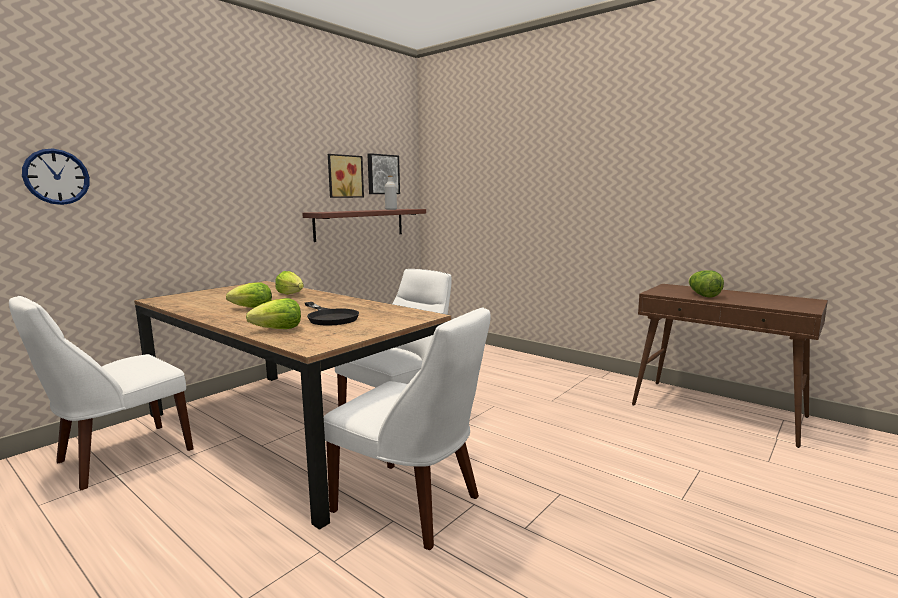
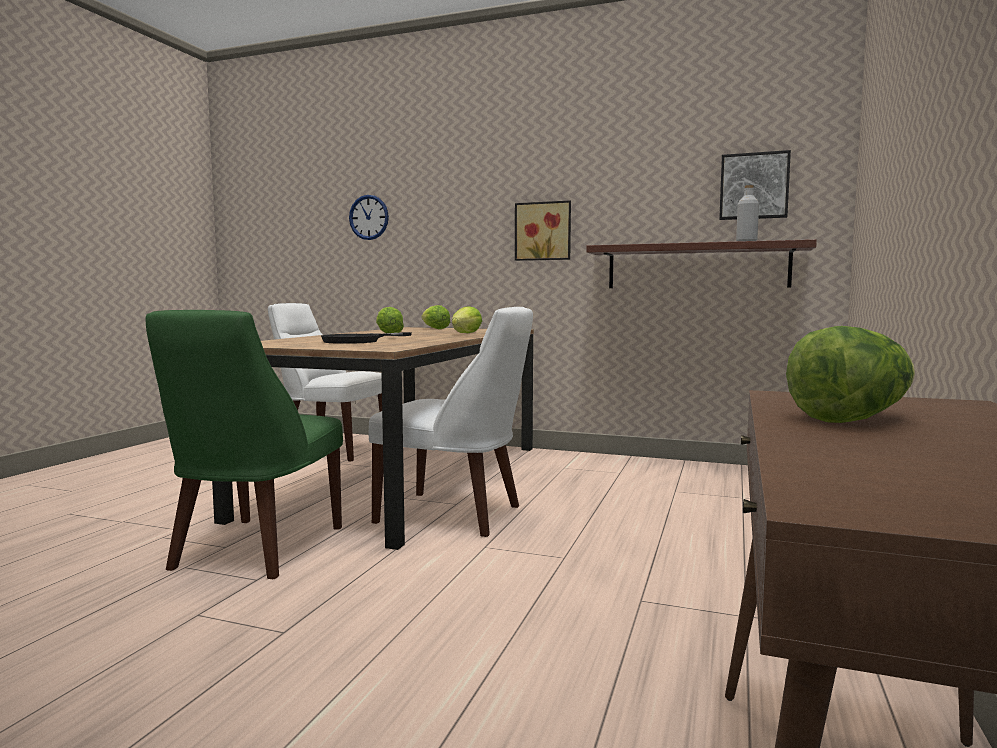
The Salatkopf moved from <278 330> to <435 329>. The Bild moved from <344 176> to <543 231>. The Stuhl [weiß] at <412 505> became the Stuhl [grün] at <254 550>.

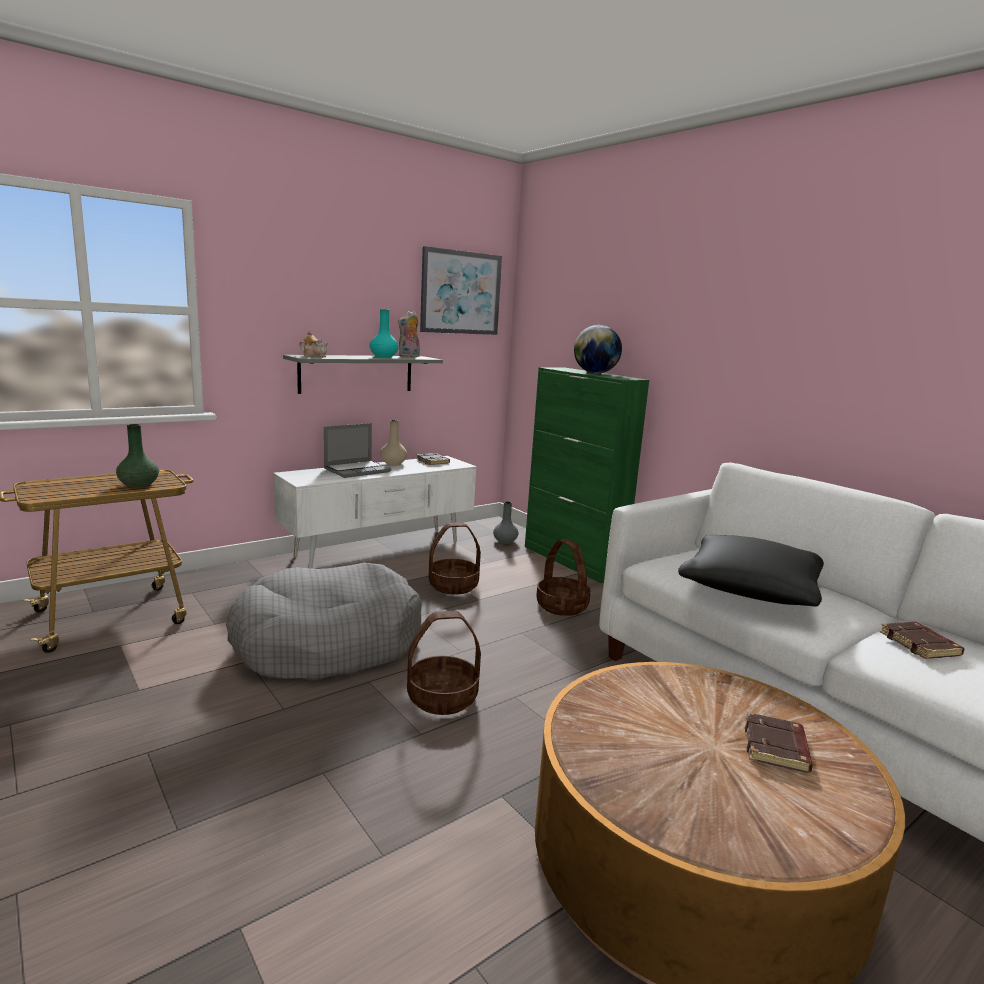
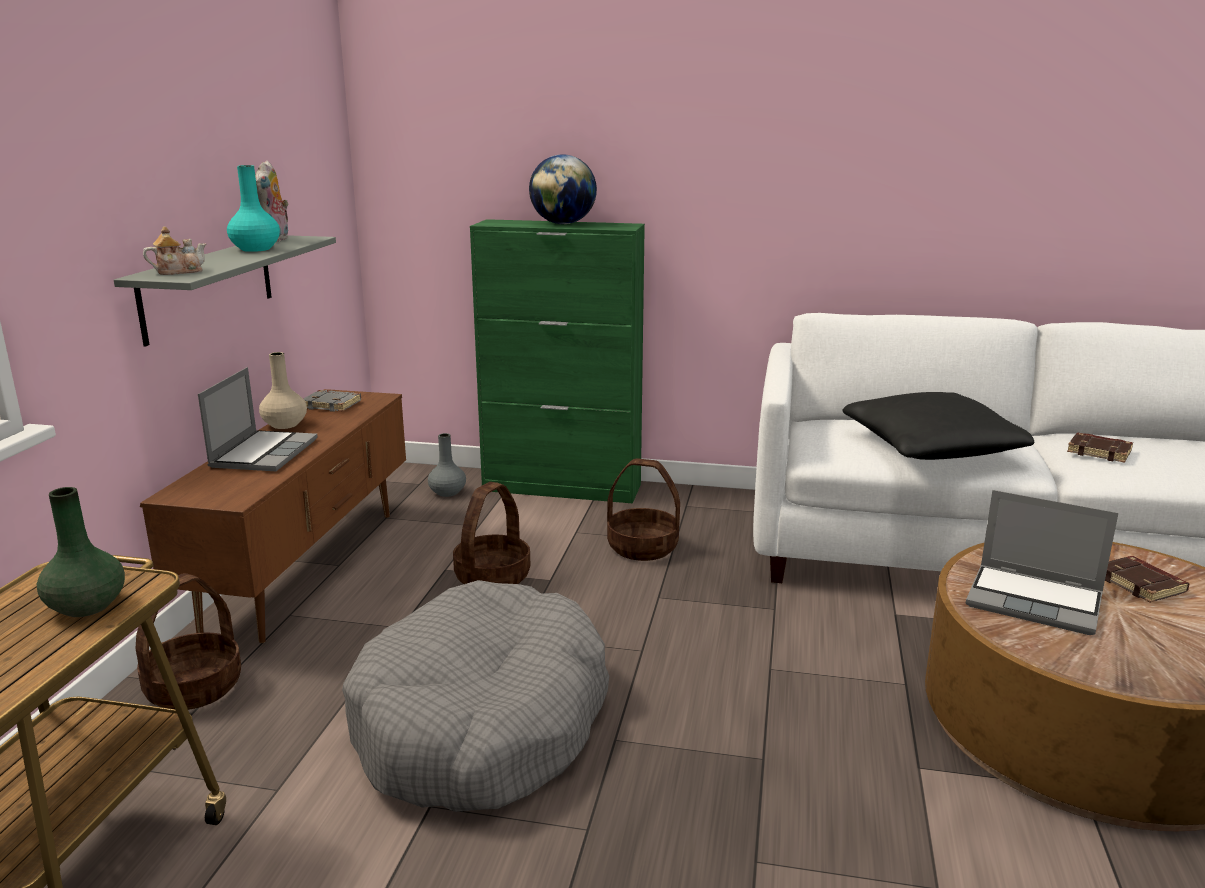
The Bild at <461 293> disappeared. The Laptop at <1036 601> appeared. The Korb moved from <442 697> to <194 687>. The Fernsehschrank [weiß] at <379 549> became the Fernsehschrank [braun] at <306 569>.

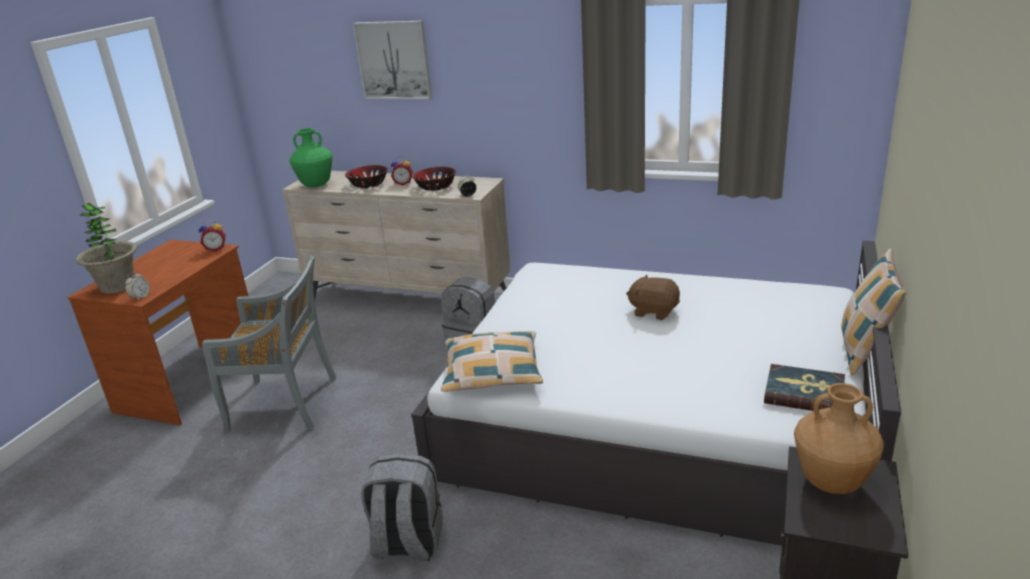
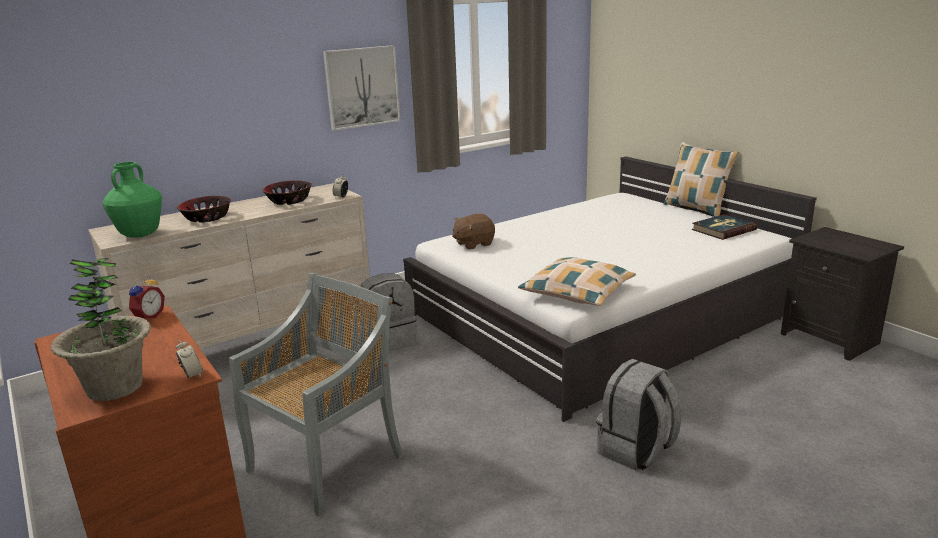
The Wecker at <403 183> disappeared. The Vase [braun] at <832 483> disappeared. The Bild moved from <394 60> to <362 87>. The Plüschtier [braun] moved from <654 311> to <473 244>.

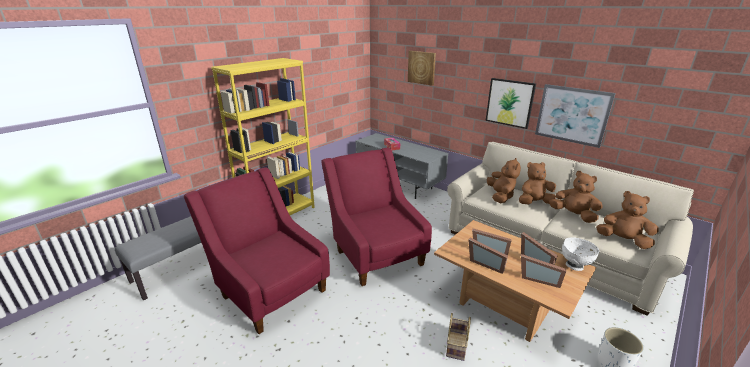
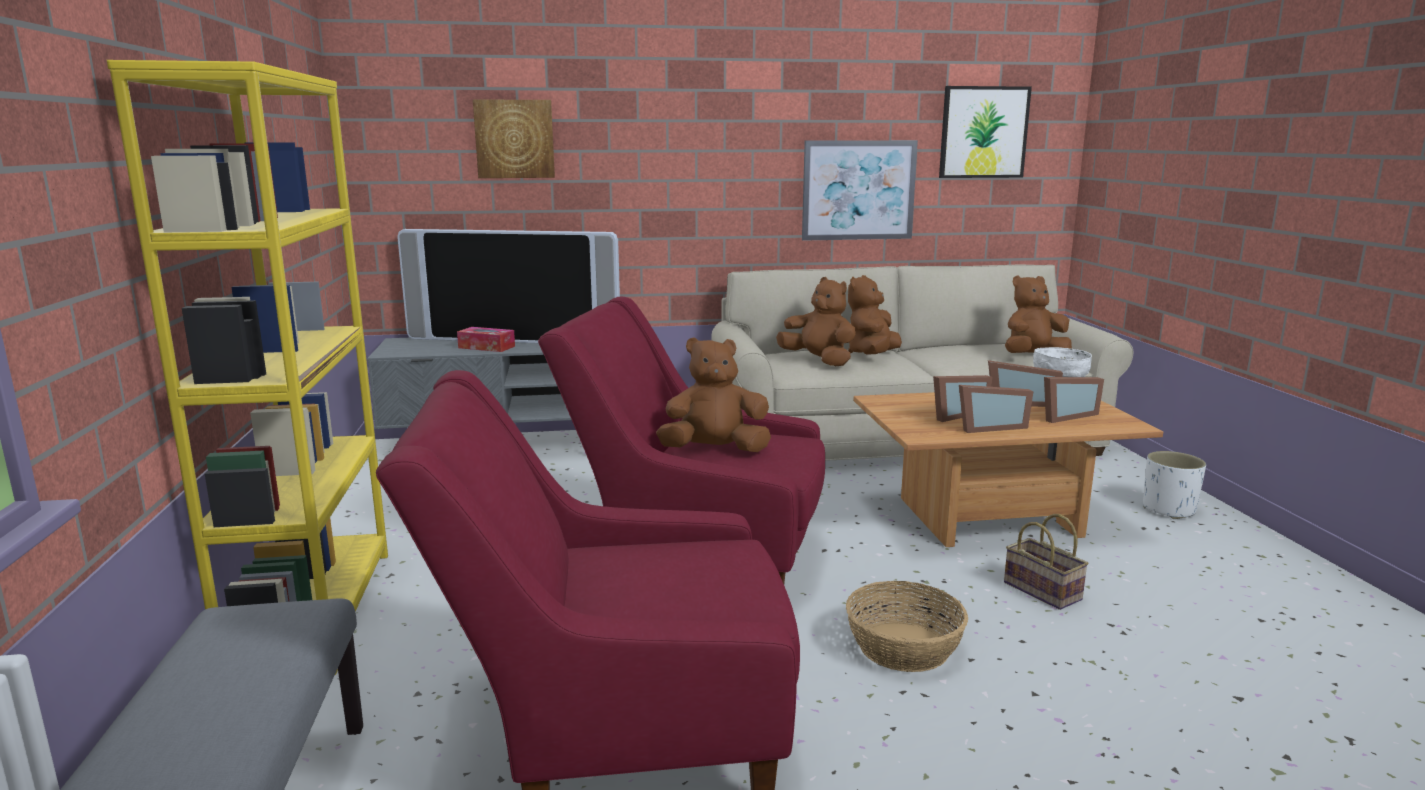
The Fernseher at <515 340> appeared. The Korb at <903 646> appeared. The Bild moved from <510 102> to <983 132>. The Plüschtier [braun] moved from <573 215> to <714 451>.

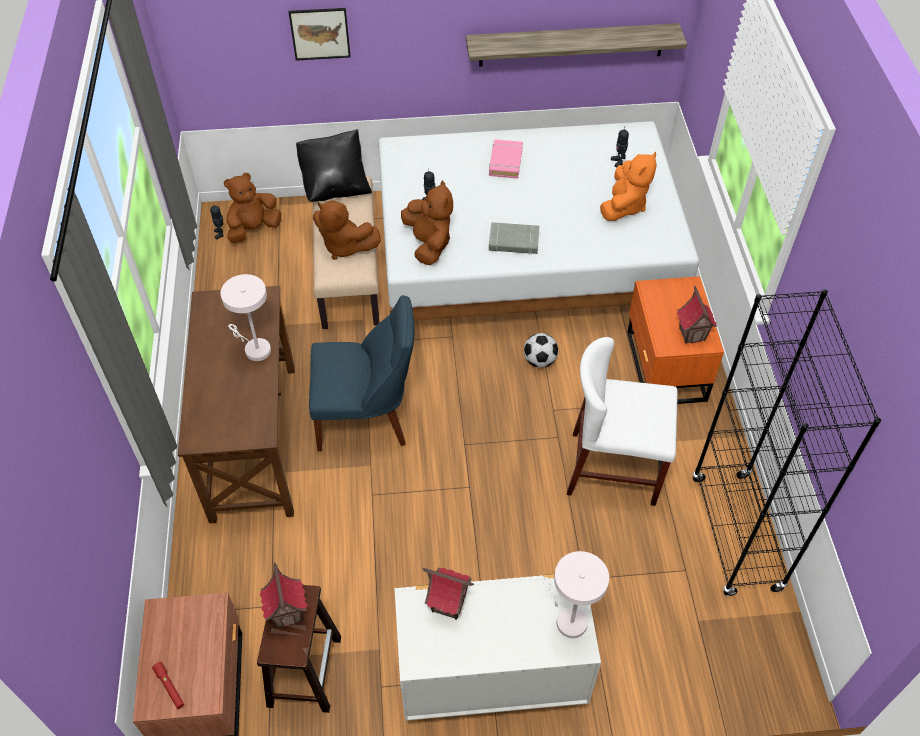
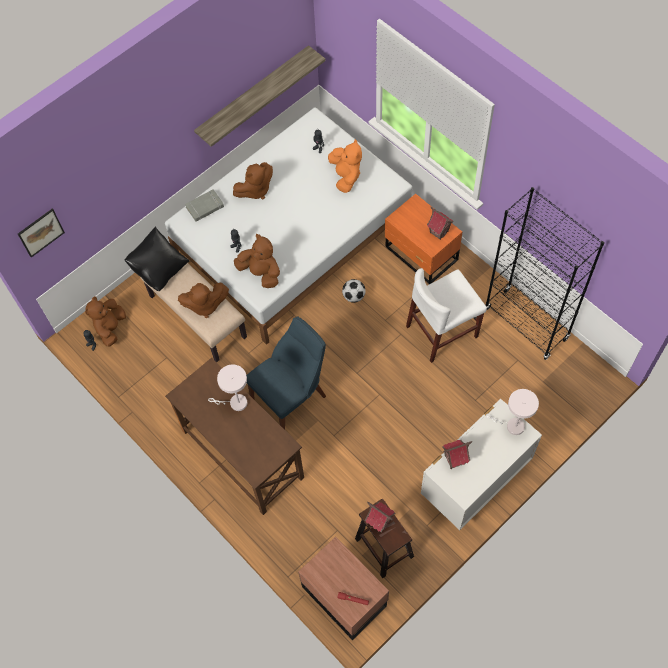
The Bild moved from <320 33> to <41 232>. The Buch [grau] moved from <513 241> to <205 207>. The Buch [rosa] at <505 162> was replaced by the Plüschtier [braun] at <255 190>.

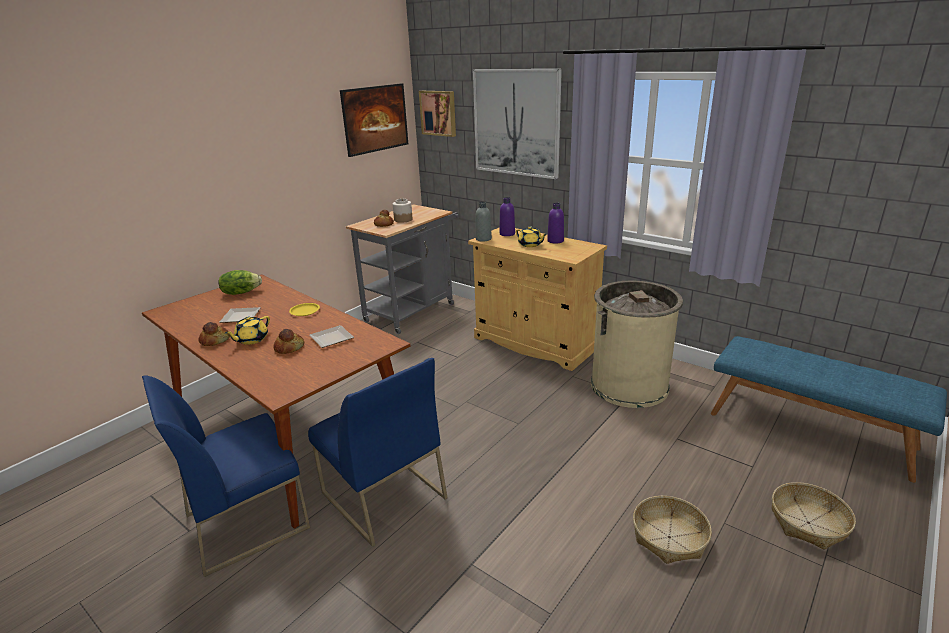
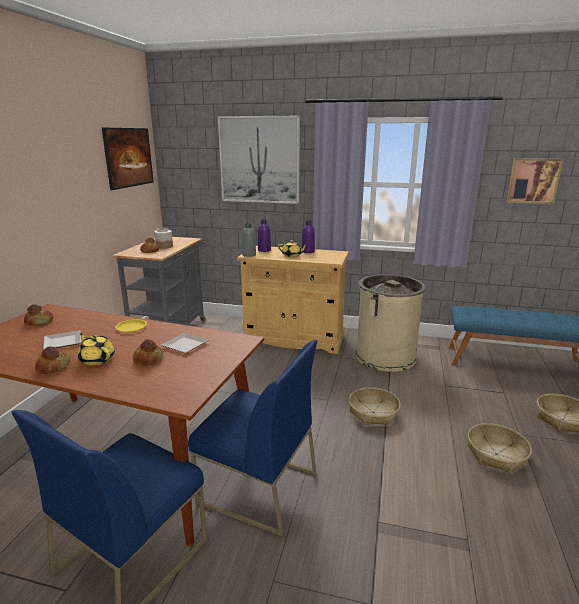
The Korb at <373 412> appeared. The Bild moved from <439 113> to <533 181>. The Salatkopf at <241 292> was replaced by the Brot at <39 321>. The Teekanne [gelb] at <251 340> turned 120 degrees clockwise.

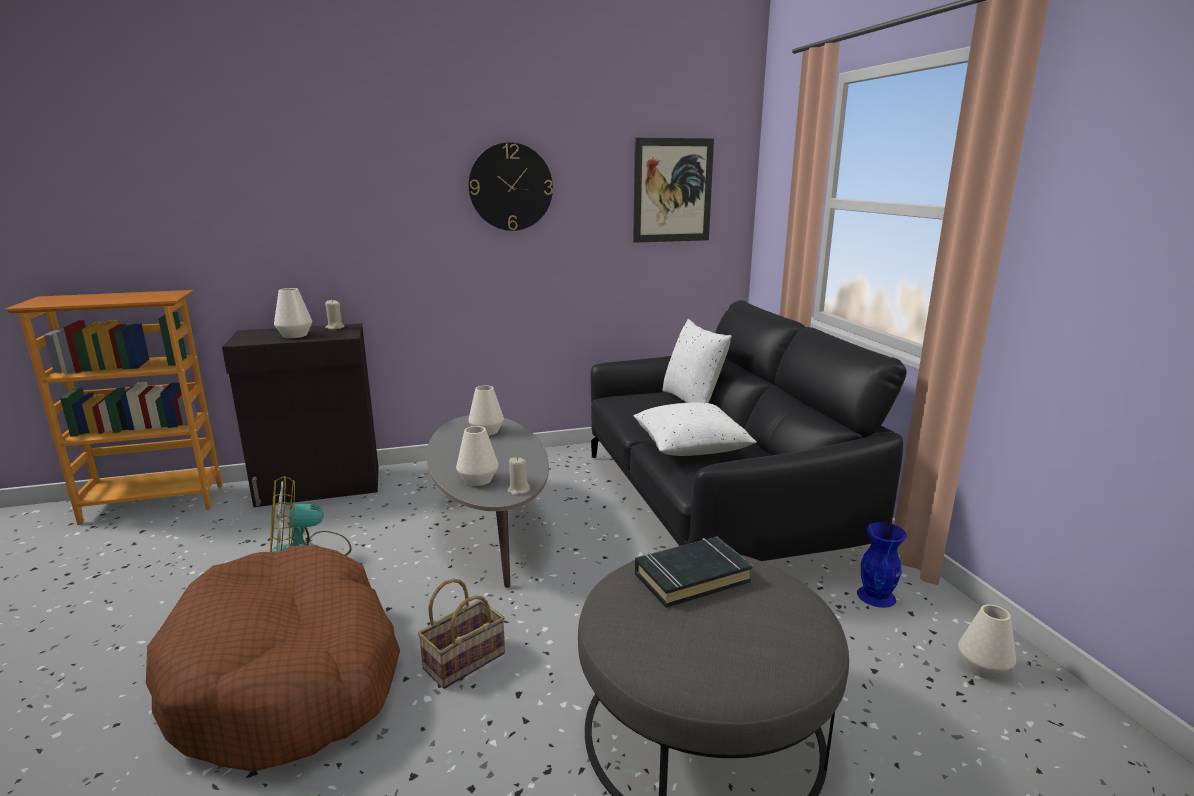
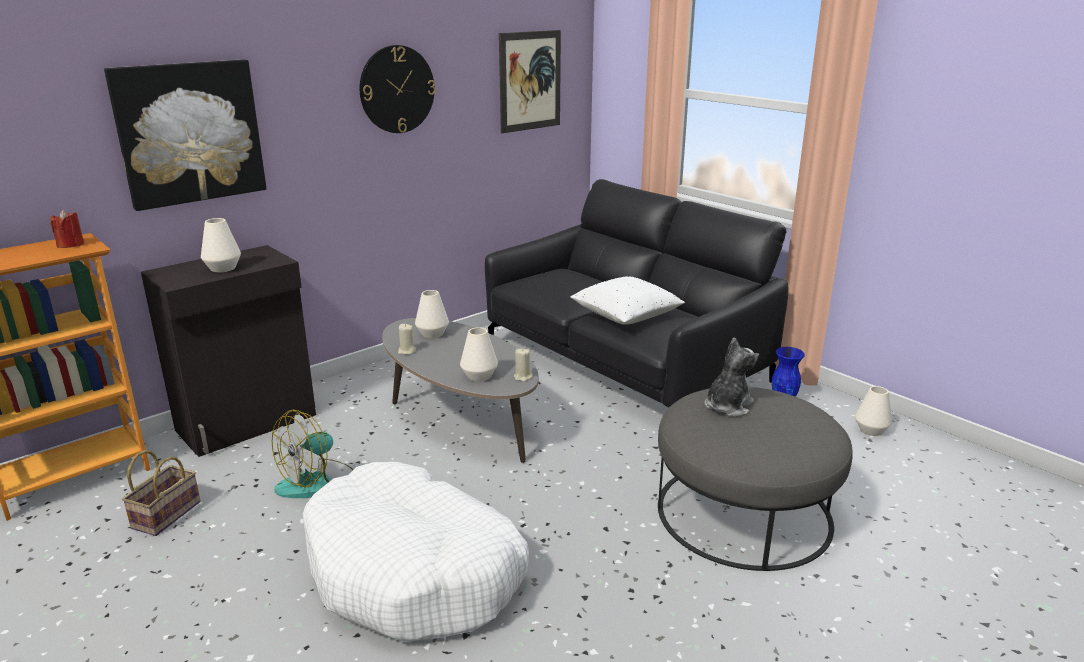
The Kissen [weiß] at <693 400> disappeared. The Kerze [rot] at <71 245> appeared. The Bild at <189 133> appeared. The Kerze [beige] moved from <335 327> to <407 351>. The Korb moved from <465 659> to <166 514>. The Buch [schwarz] at <691 577> was replaced by the Plüschtier at <727 406>. The Hundebett [braun] at <287 676> became the Hundebett [weiß] at <414 572>.

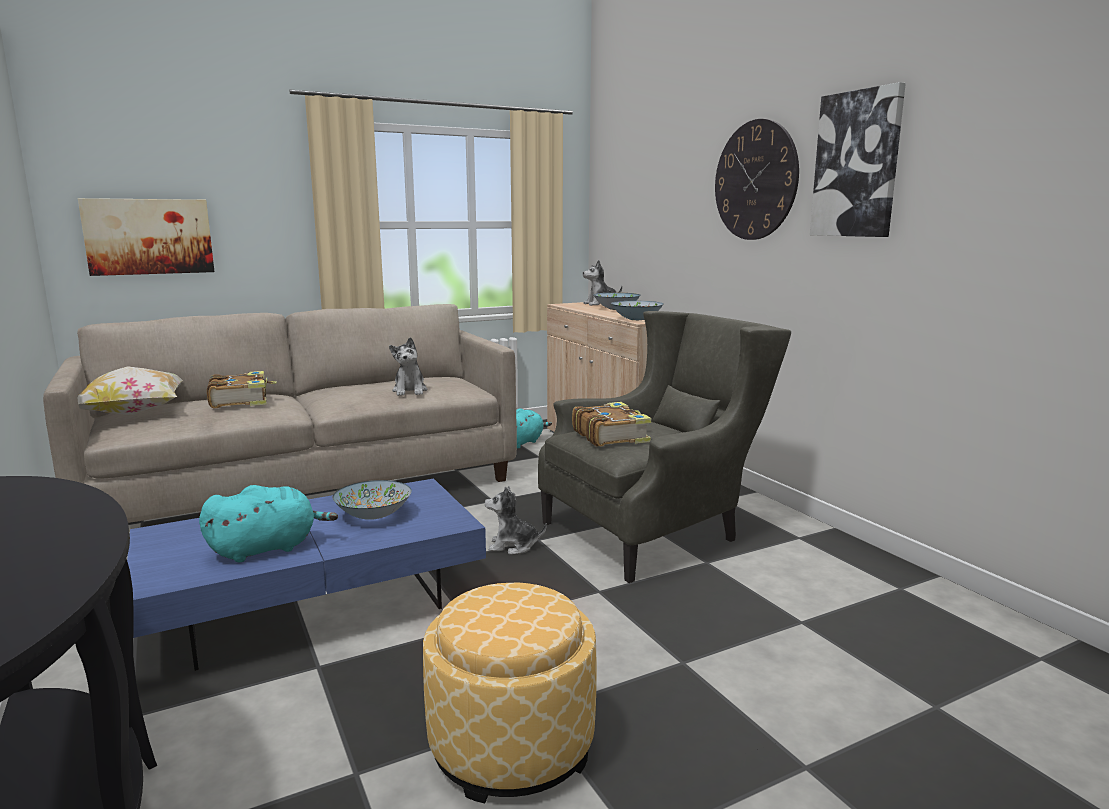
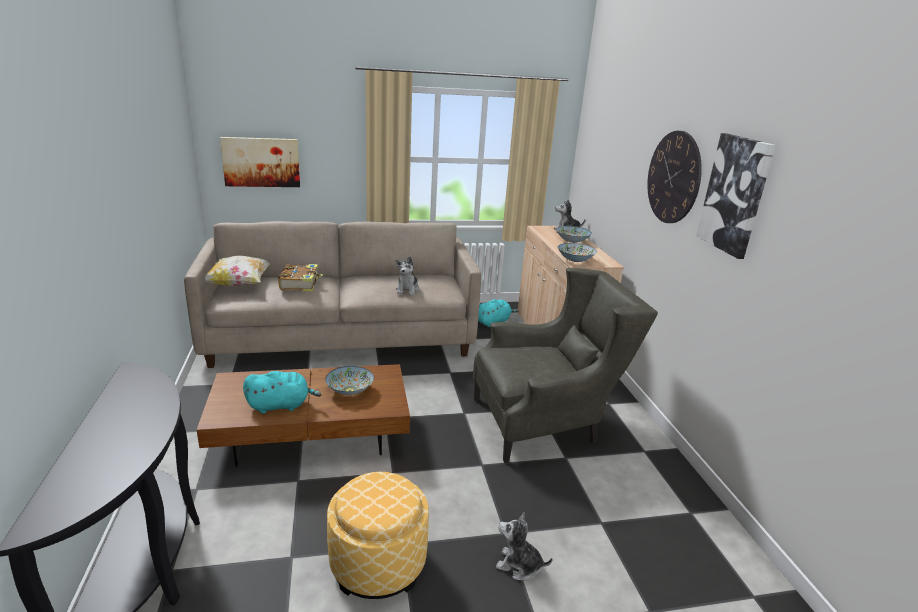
The Buch at <610 436> disappeared. The Plüschtier moved from <513 546> to <519 565>. The Couchtisch [blau] at <315 606> became the Couchtisch [braun] at <312 435>.

